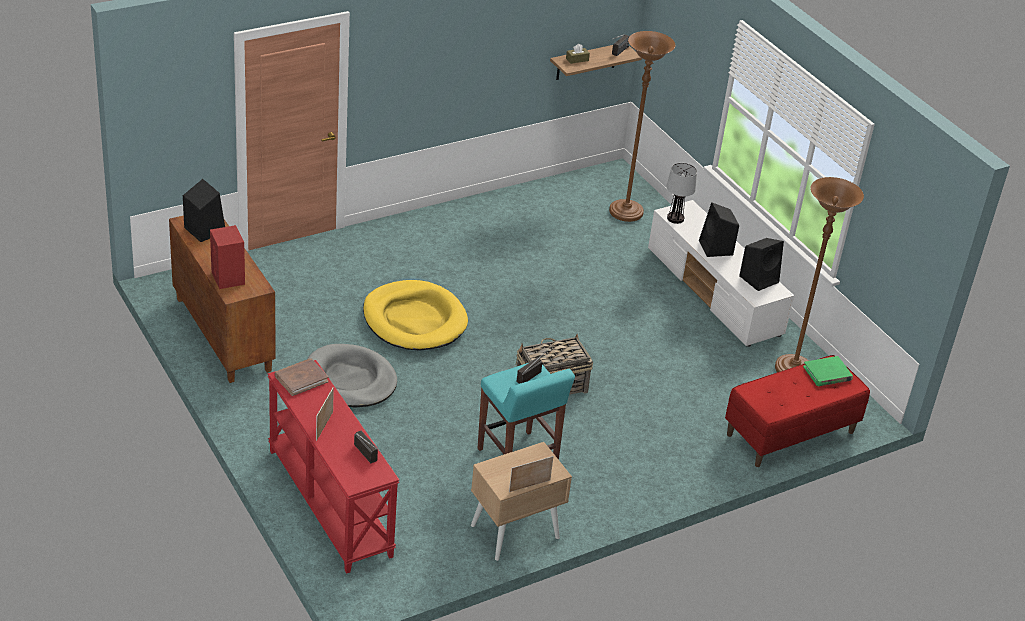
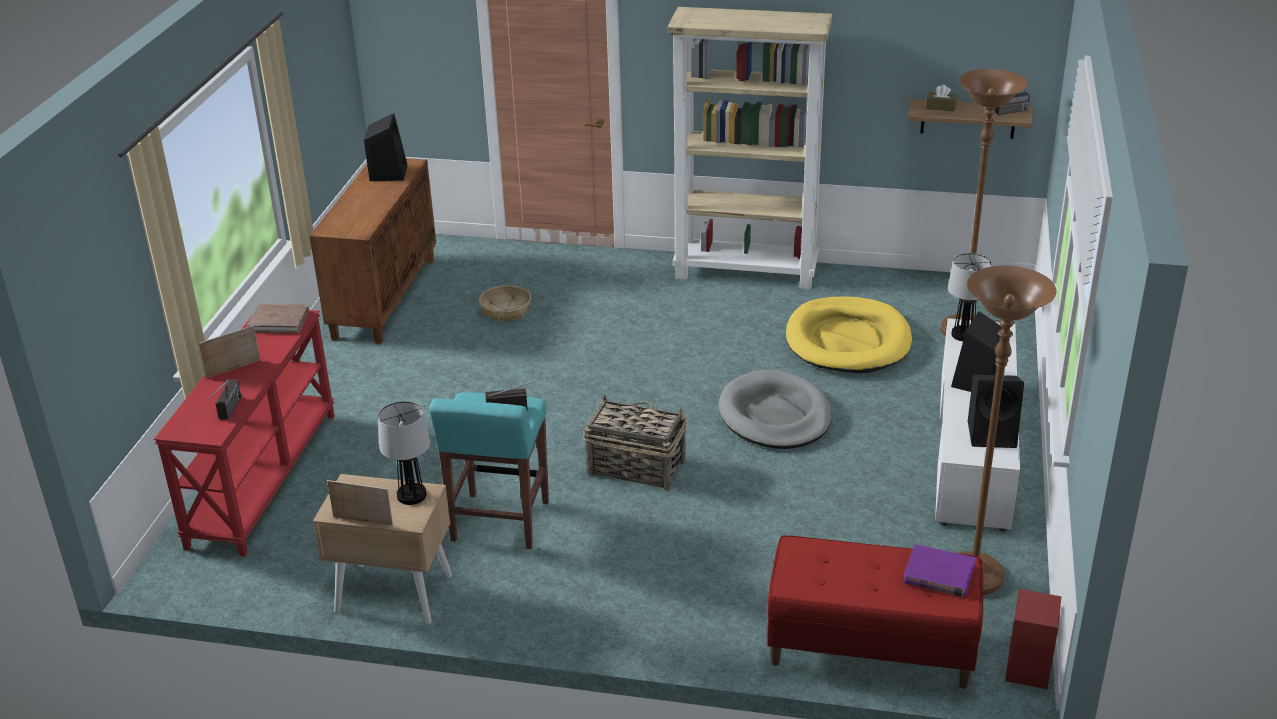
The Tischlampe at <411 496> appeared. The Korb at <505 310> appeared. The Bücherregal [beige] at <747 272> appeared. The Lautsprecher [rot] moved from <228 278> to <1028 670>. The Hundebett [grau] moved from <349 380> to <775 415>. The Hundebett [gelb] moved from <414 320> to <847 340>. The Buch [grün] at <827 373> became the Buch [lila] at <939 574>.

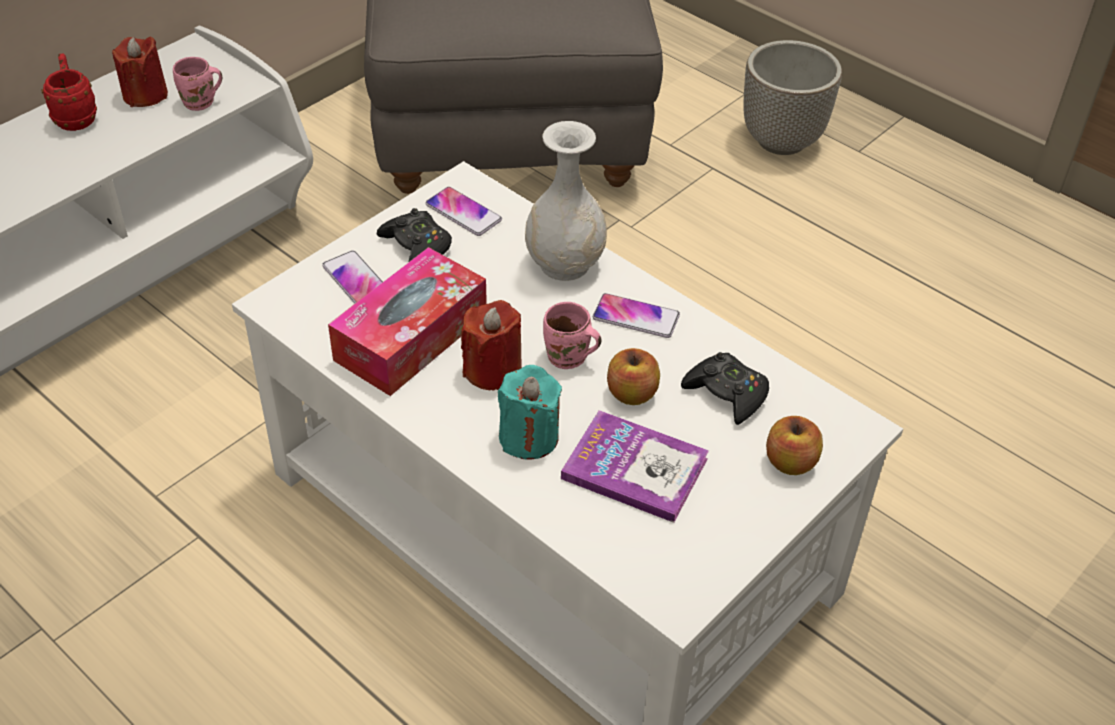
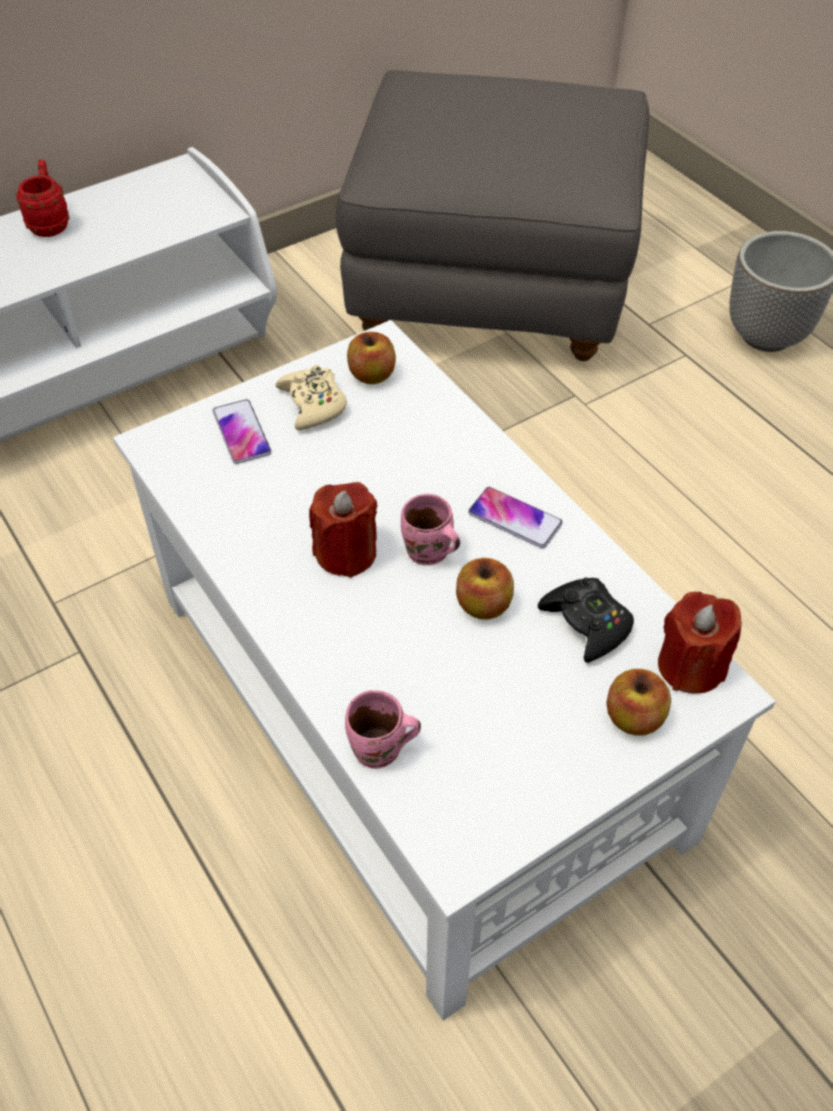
The Taschentuchbox at <411 337> disappeared. The Kerze [türkis] at <529 437> disappeared. The Vase [weiß] at <565 264> disappeared. The Buch at <634 468> disappeared. The Kerze [rot] moved from <145 95> to <690 666>. The Henkelbecher [rosa] moved from <201 103> to <380 751>. The Handy at <463 212> was replaced by the Apfel at <372 375>. The Gamepad [schwarz] at <416 246> became the Gamepad [beige] at <313 404>.

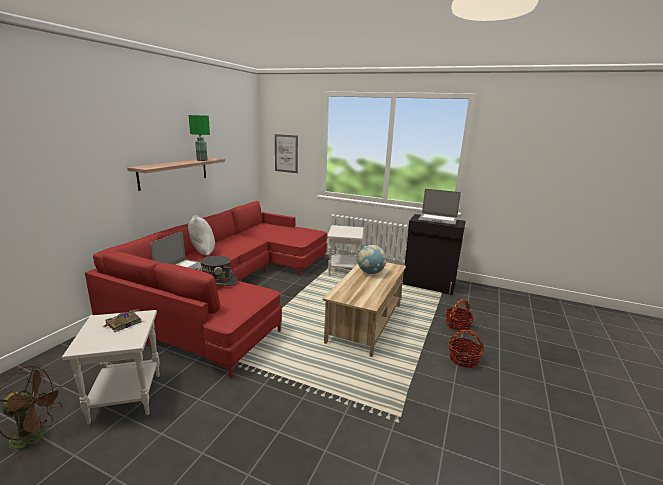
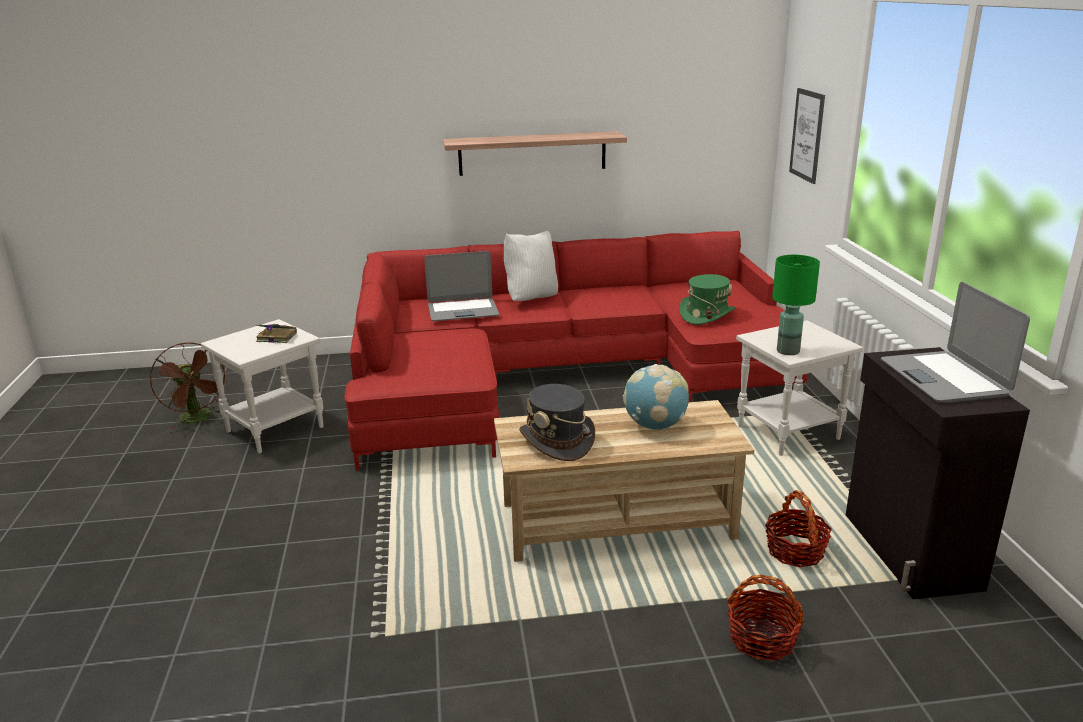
The Hut [grün] at <706 315> appeared. The Tischlampe [grün] moved from <202 160> to <788 351>. The Hut [grau] moved from <217 282> to <557 441>. The Korb moved from <463 359> to <795 551>.

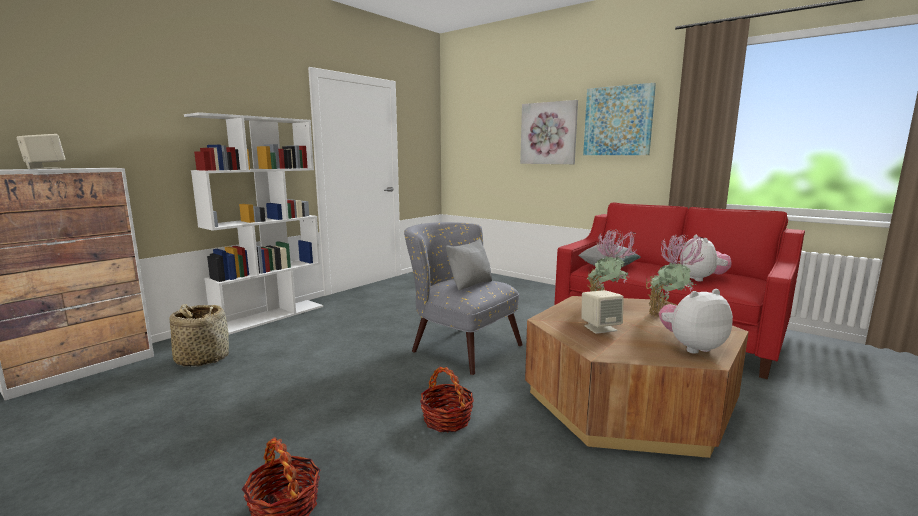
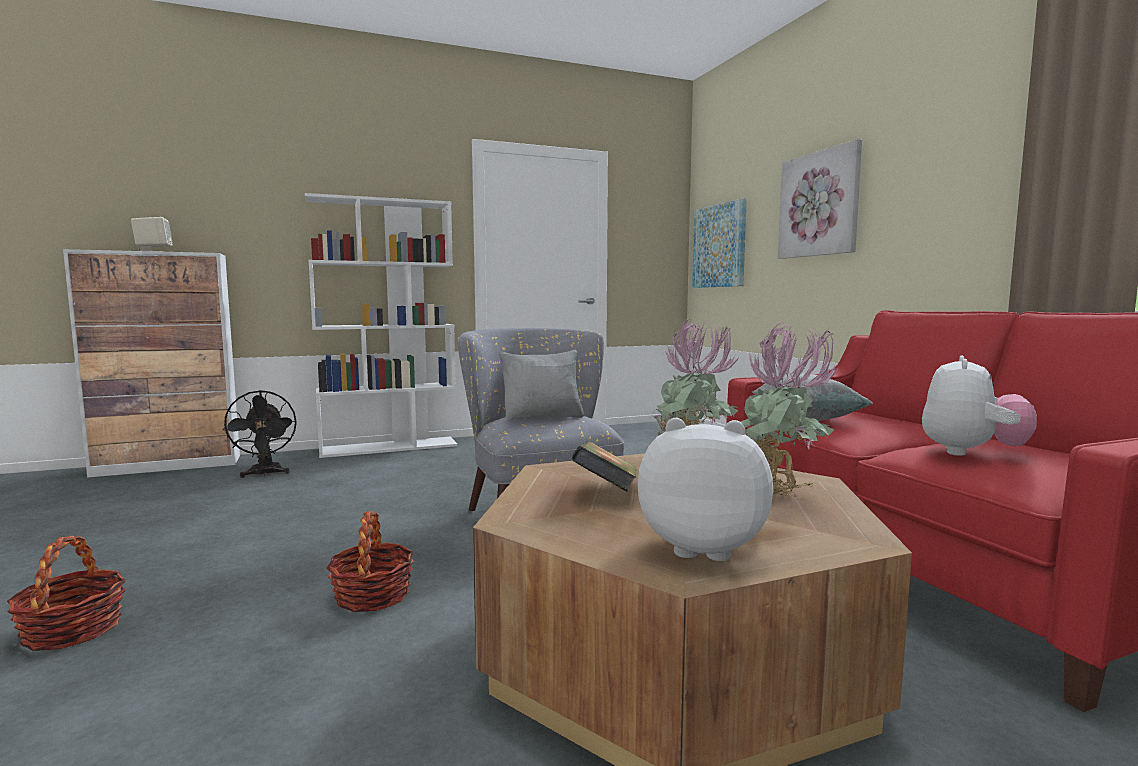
The Bild moved from <618 121> to <719 246>. The Korb at <202 358> was replaced by the Ventilator [schwarz] at <265 474>. The Lautsprecher [beige] at <600 328> was replaced by the Buch at <605 492>.

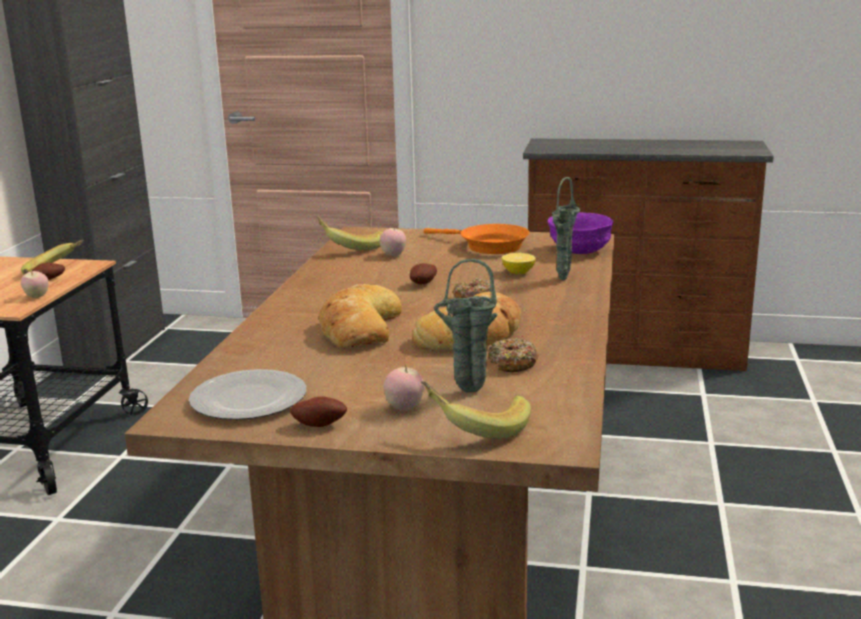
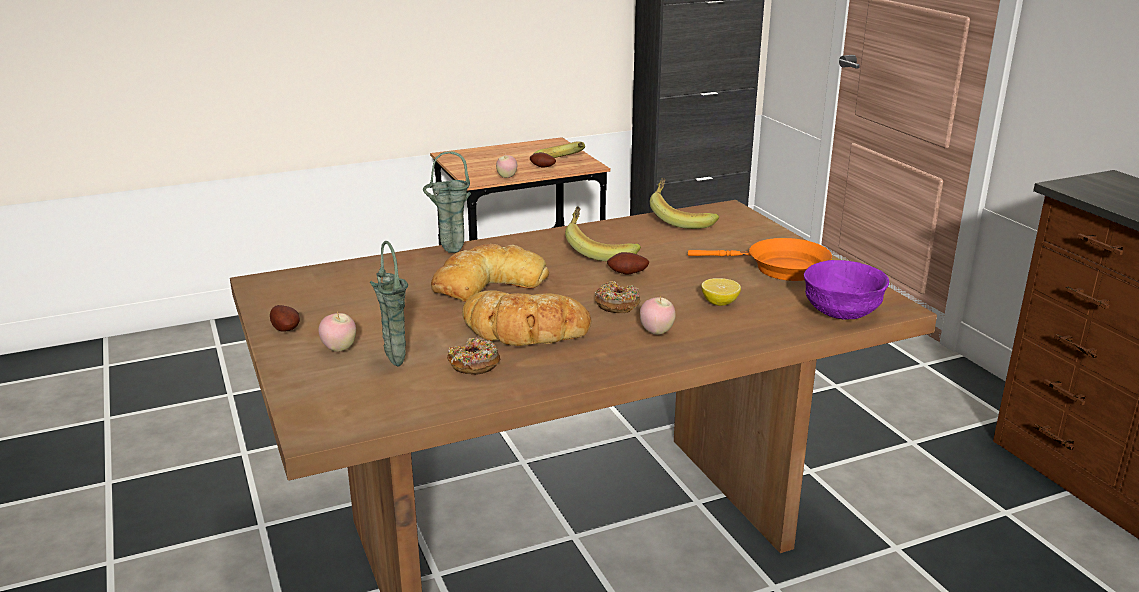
The Teller at <247 399> disappeared. The Apfel moved from <393 255> to <656 332>. The Banane moved from <476 427> to <600 251>. The Vase [grün] moved from <563 280> to <450 252>. The Pfanne [orange] at <488 246> turned 75 degrees counterclockwise.

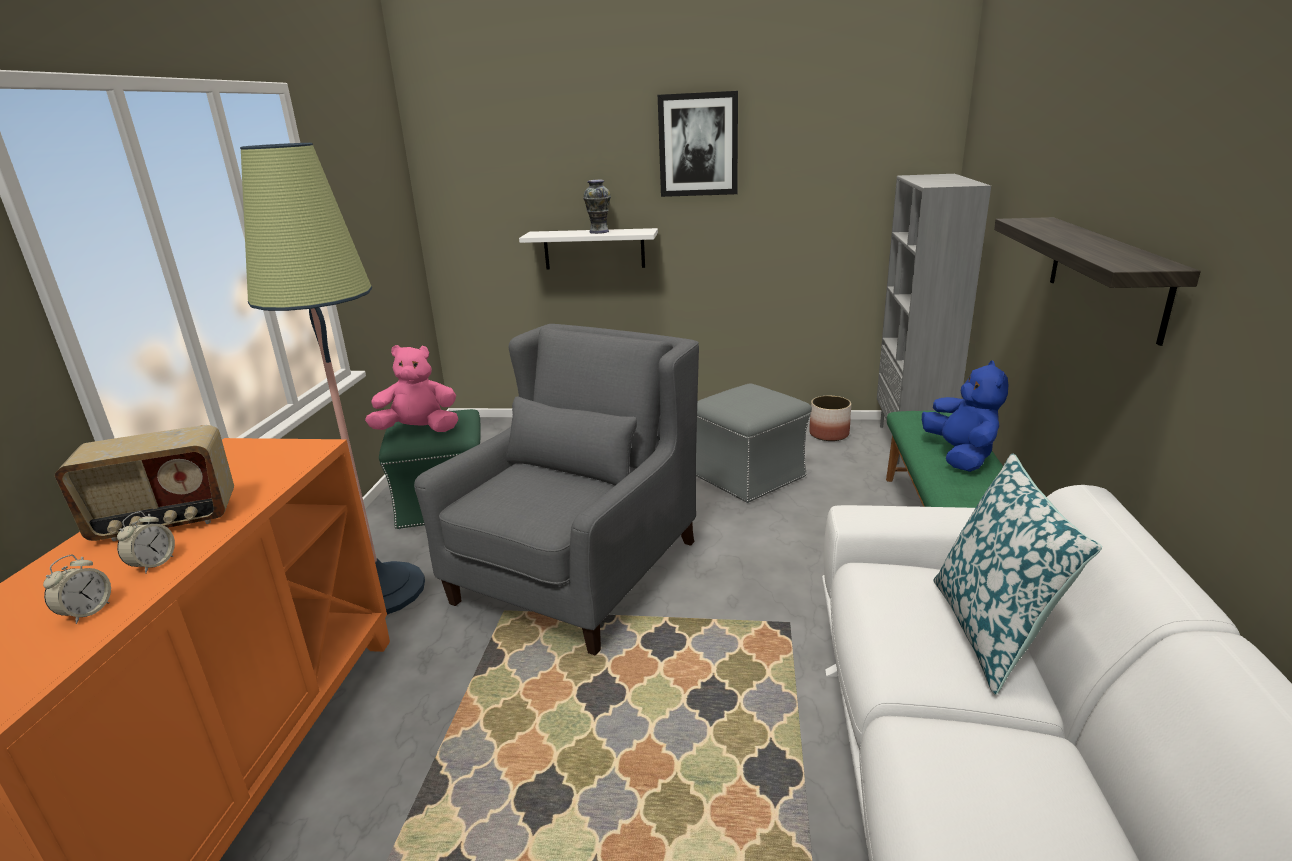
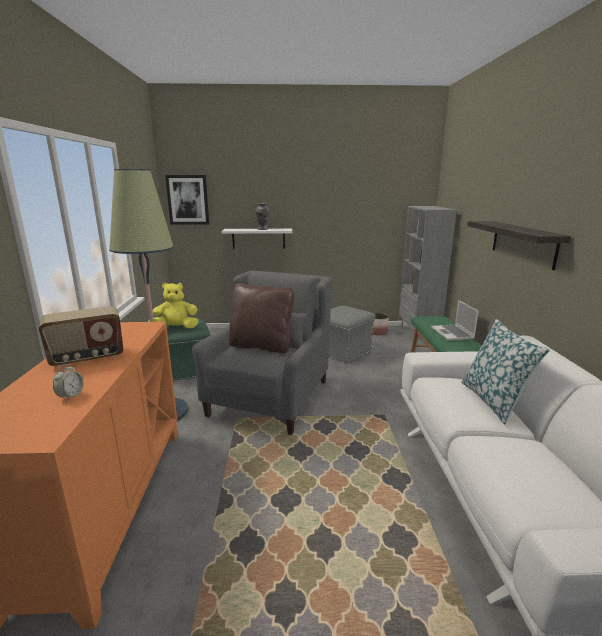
The Wecker at <153 564> disappeared. The Kissen [braun] at <261 346> appeared. The Bild moved from <698 145> to <188 200>. The Plüschtier [blau] at <960 456> was replaced by the Laptop at <453 334>. The Plüschtier [rosa] at <419 430> became the Plüschtier [gelb] at <176 328>.

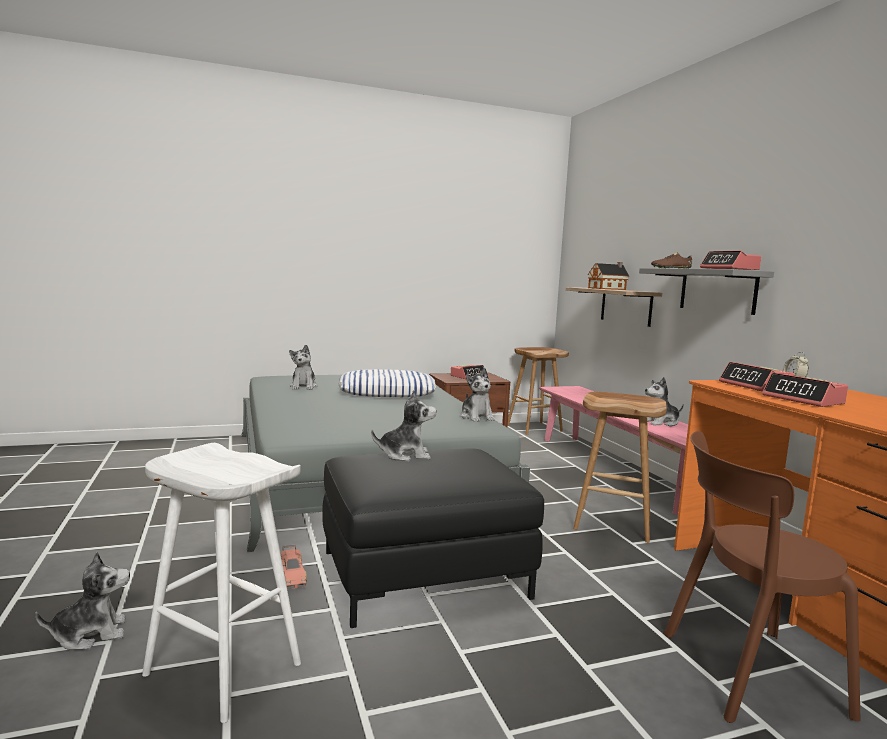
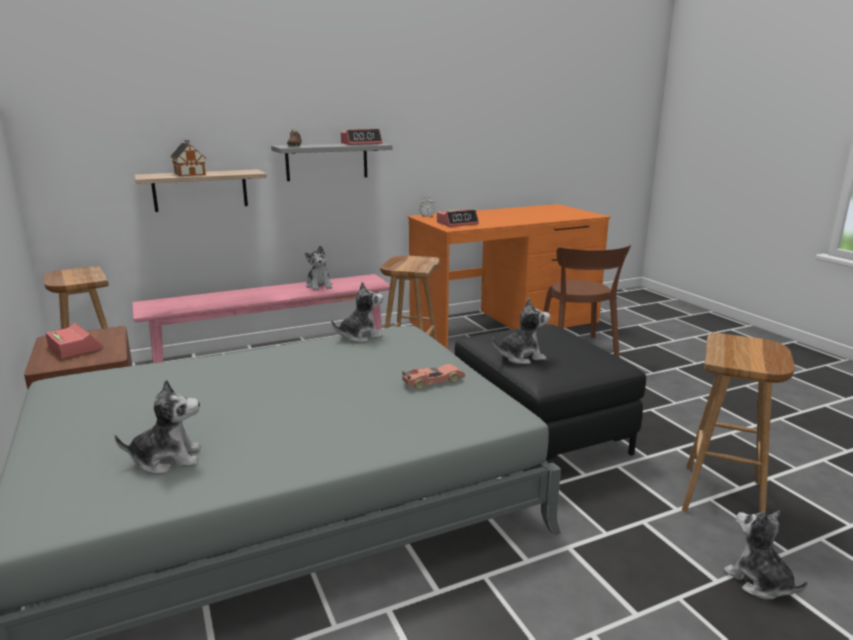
The Kissen at <387 392> disappeared. The Wecker at <803 400> disappeared. The Spielzeugauto moved from <292 574> to <433 381>. The Hocker [weiß] at <220 669> became the Hocker [braun] at <723 497>. The Plüschtier at <405 455> turned 90 degrees clockwise.

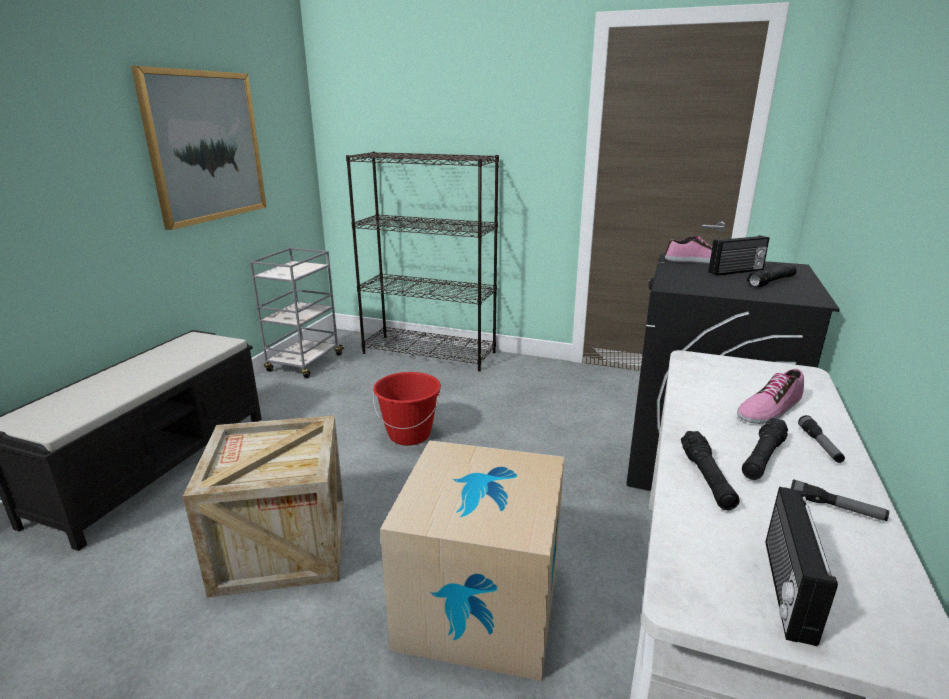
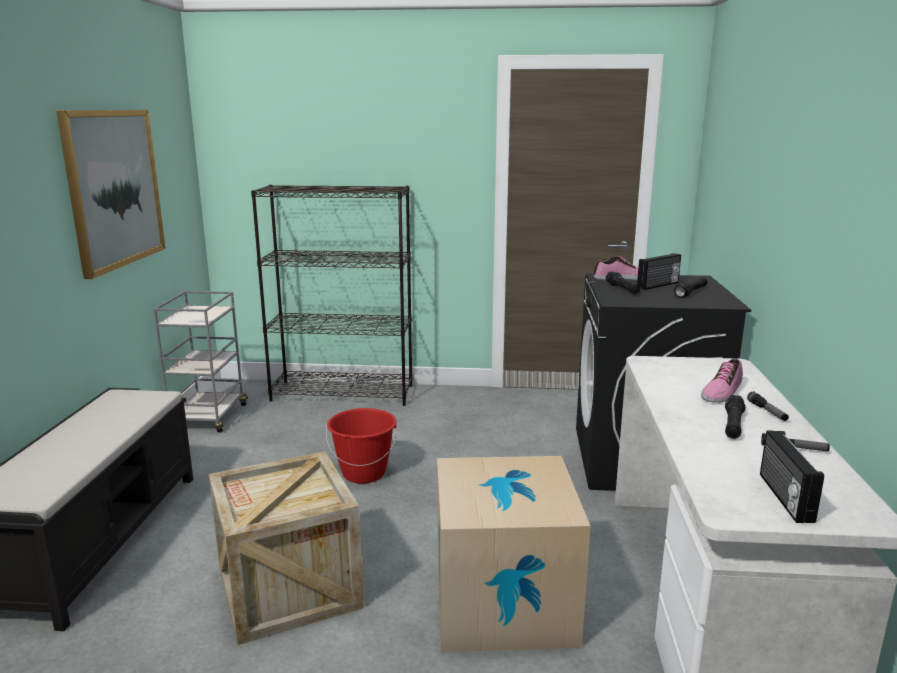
The Taschenlampe [schwarz] moved from <706 478> to <622 289>.

